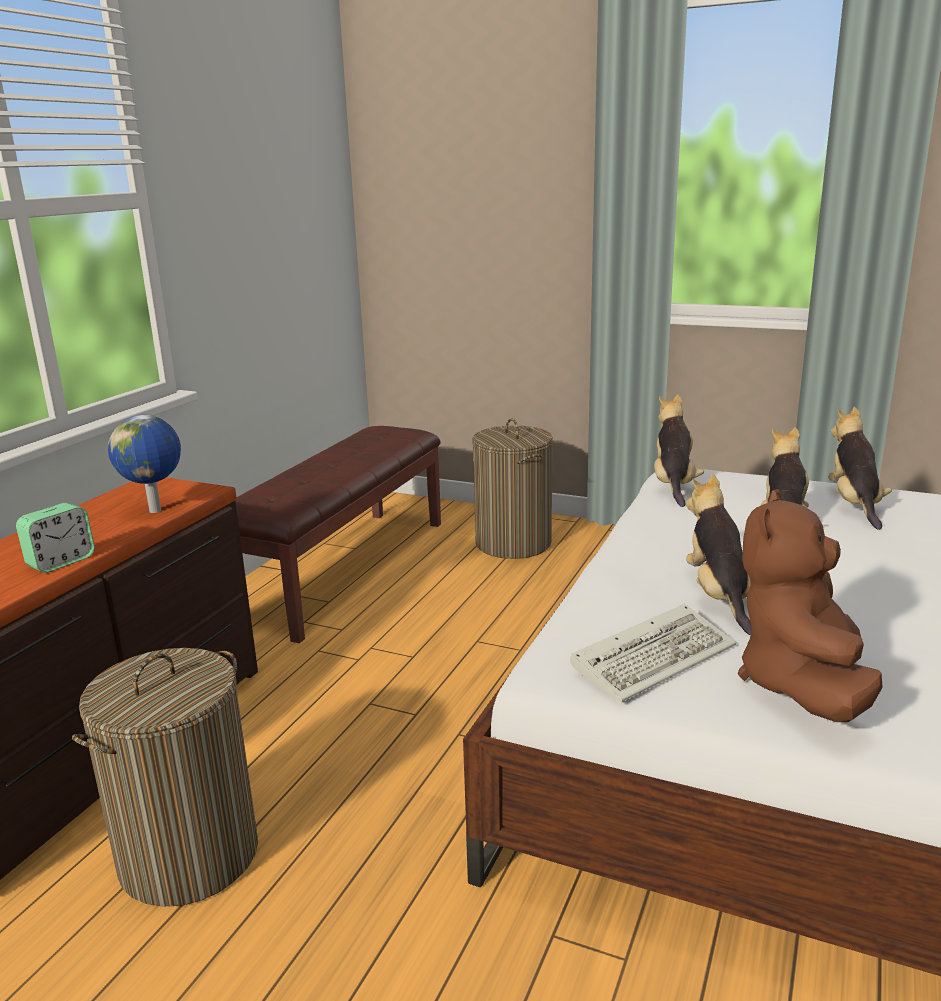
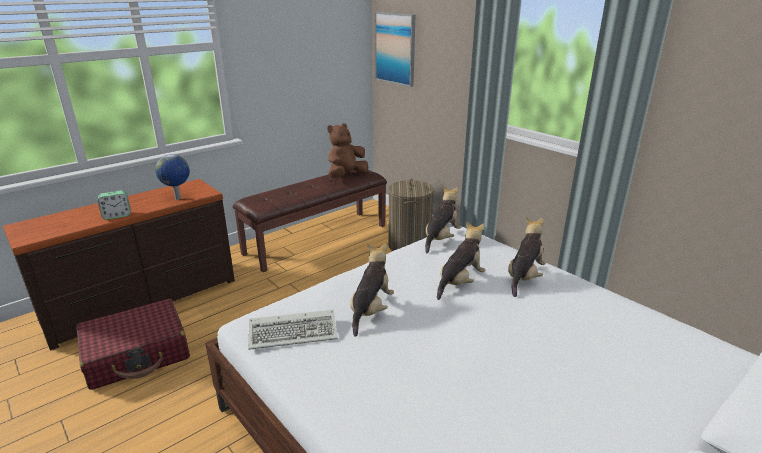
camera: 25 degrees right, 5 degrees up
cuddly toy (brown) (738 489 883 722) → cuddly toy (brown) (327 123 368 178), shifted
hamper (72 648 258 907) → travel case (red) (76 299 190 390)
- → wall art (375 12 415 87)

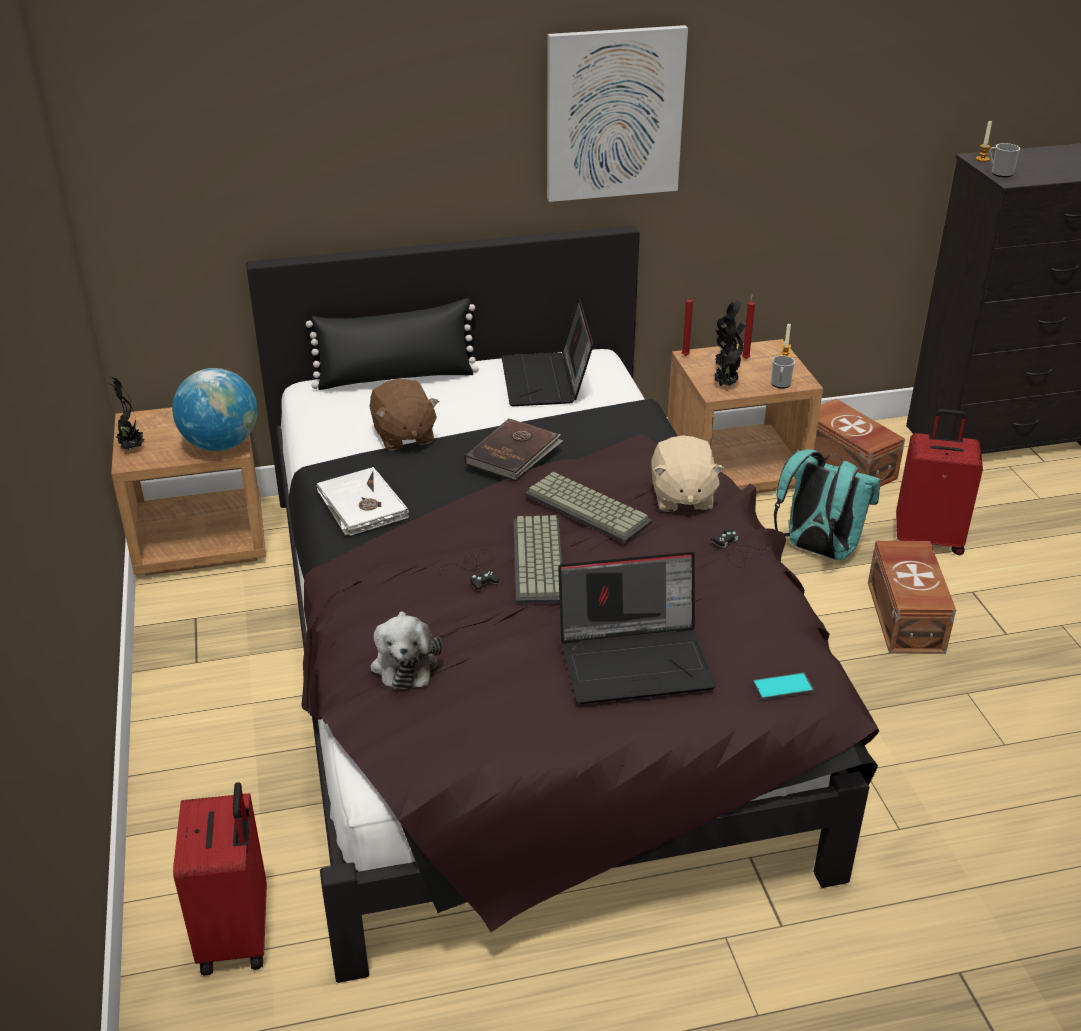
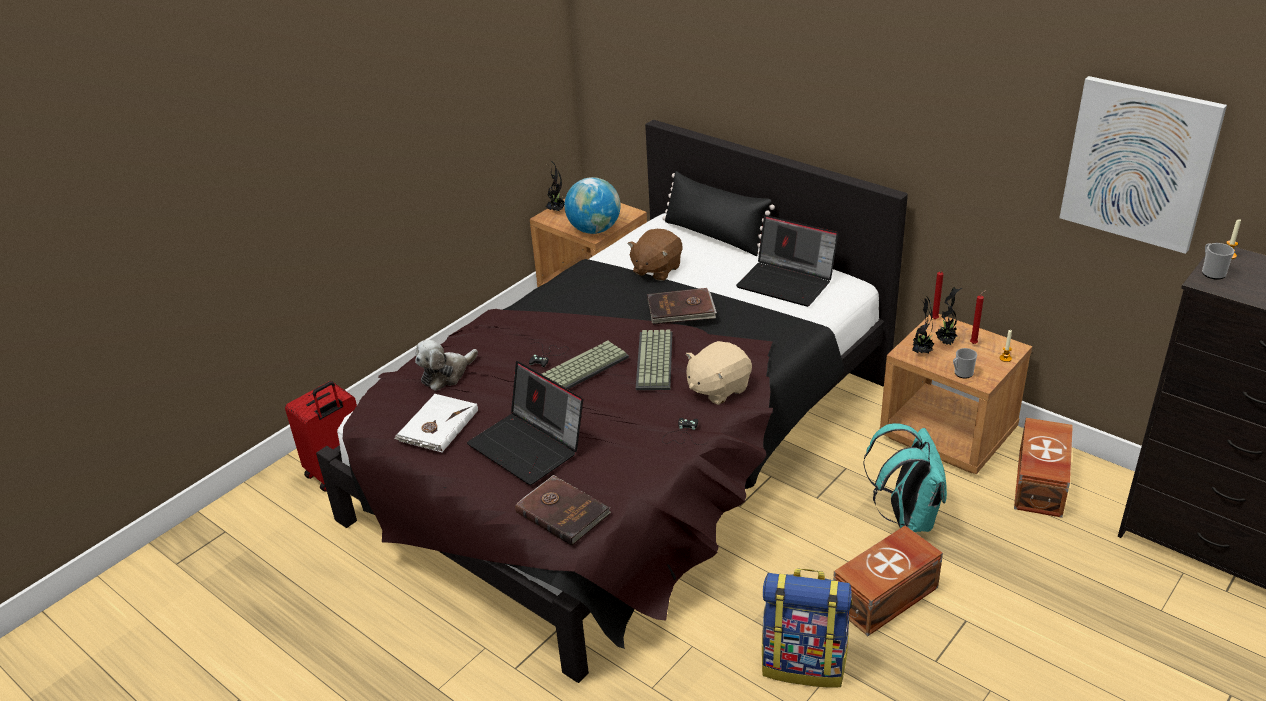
camera: 55 degrees right, 0 degrees up
wall art (547 25 688 202) → wall art (1059 76 1227 254), shifted
portable computer (501 298 594 406) → portable computer (736 215 838 307), 105 degrees counterclockwise
travel case (red) (896 409 983 555) → -
book (white) (316 467 409 536) → book (white) (394 394 478 453), shifted
handset (753 673 814 700) → book (brown) (515 475 611 546)
- → rucksack (762 568 852 688)

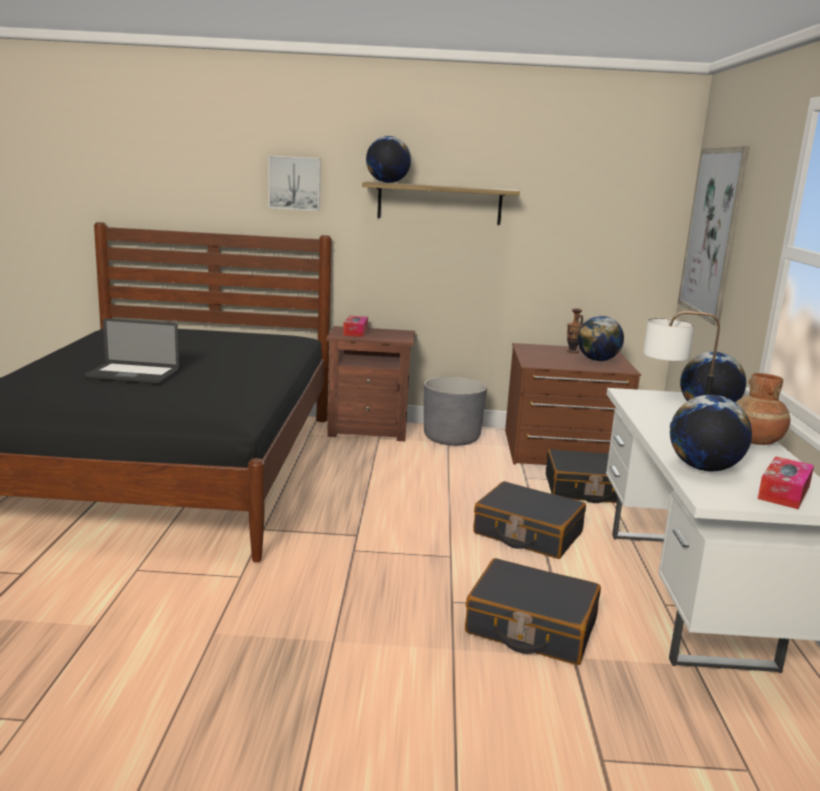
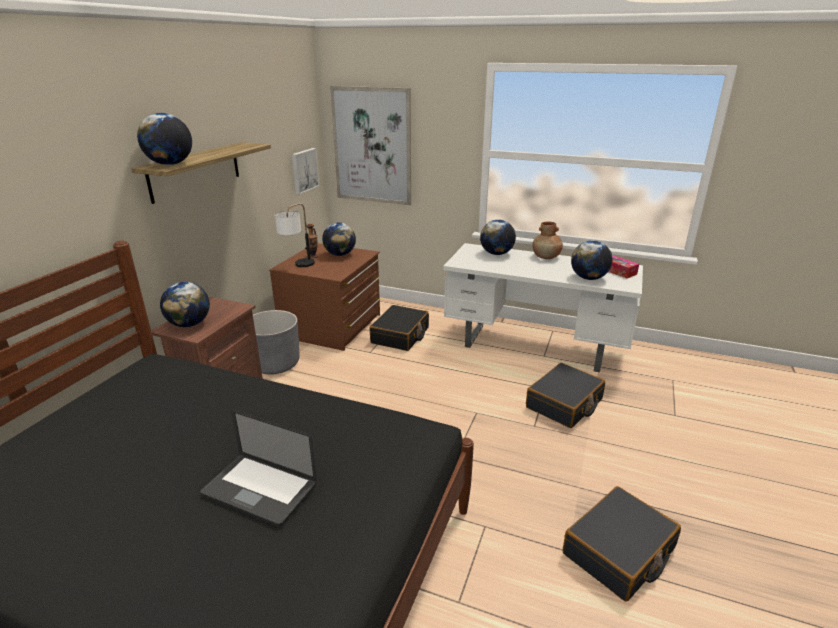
camera: 70 degrees left, 10 degrees up
wall art (269 155 321 211) → wall art (291 148 320 194), shifted
table lamp (643 311 720 426) → table lamp (275 203 315 267), shifted
tissue box (343 316 368 337) → desk globe (160 282 210 327)
portable computer (85 318 179 384) → portable computer (200 410 317 526), 90 degrees clockwise
travel case (blackish) (473 481 586 559) → travel case (blackish) (563 486 681 602), shifted

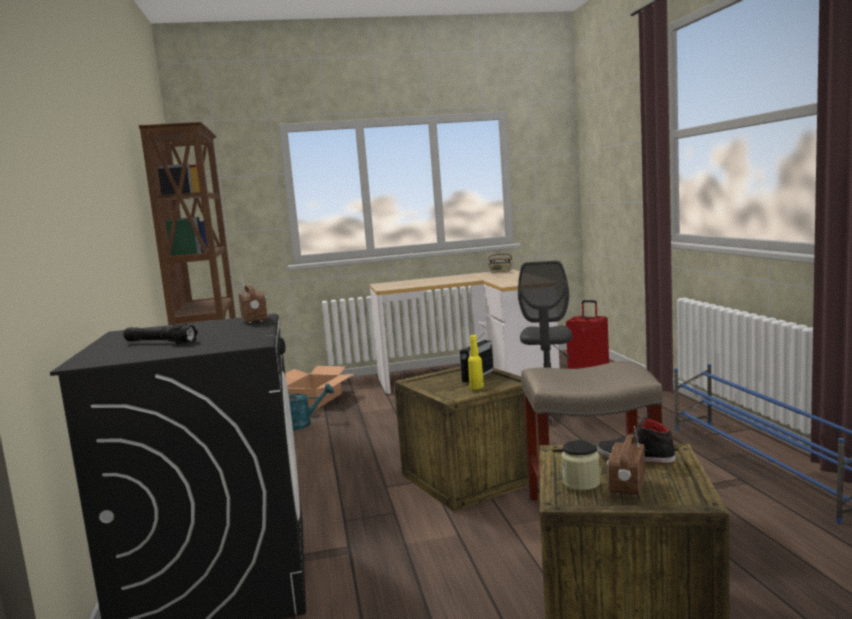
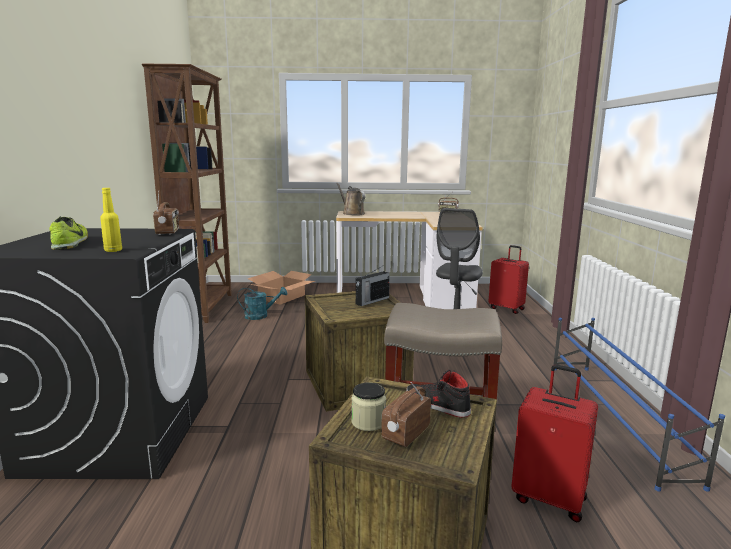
camera: 10 degrees right, 5 degrees up
flashlight (blackish) (124 324 198 344) → item of footwear (49 217 88 250)
drink bottle (yellowish) (468 335 484 389) → drink bottle (yellowish) (100 188 122 252), shifted
- → watering pot (brown) (336 183 365 215)
- → travel case (red) (511 364 598 522)

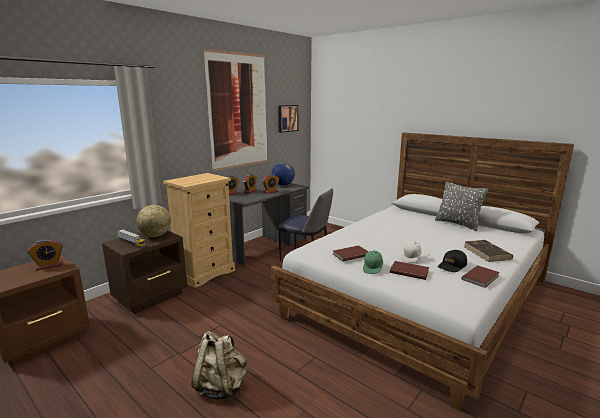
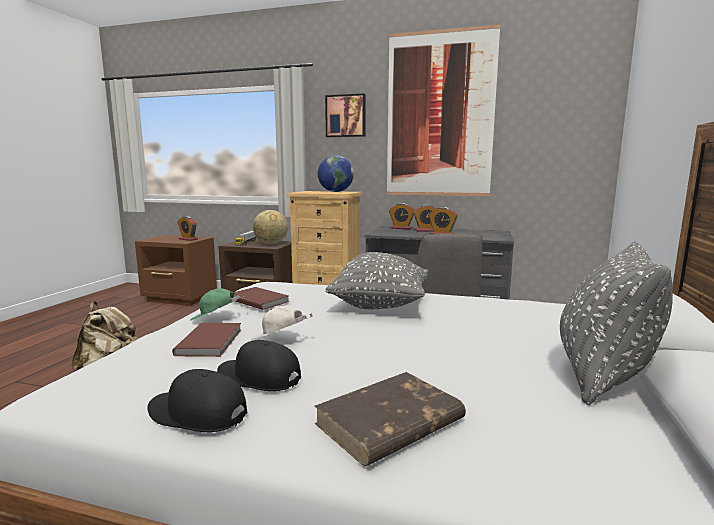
camera: 65 degrees right, 5 degrees down
wall art (278 105 298 133) → wall art (325 93 366 137), shifted
desk globe (271 162 295 186) → desk globe (318 155 354 192), shifted
book (brown) (461 265 500 288) → peaked cap (blackish) (147 369 247 432)
- → pillow (greyish) (325 252 428 309)

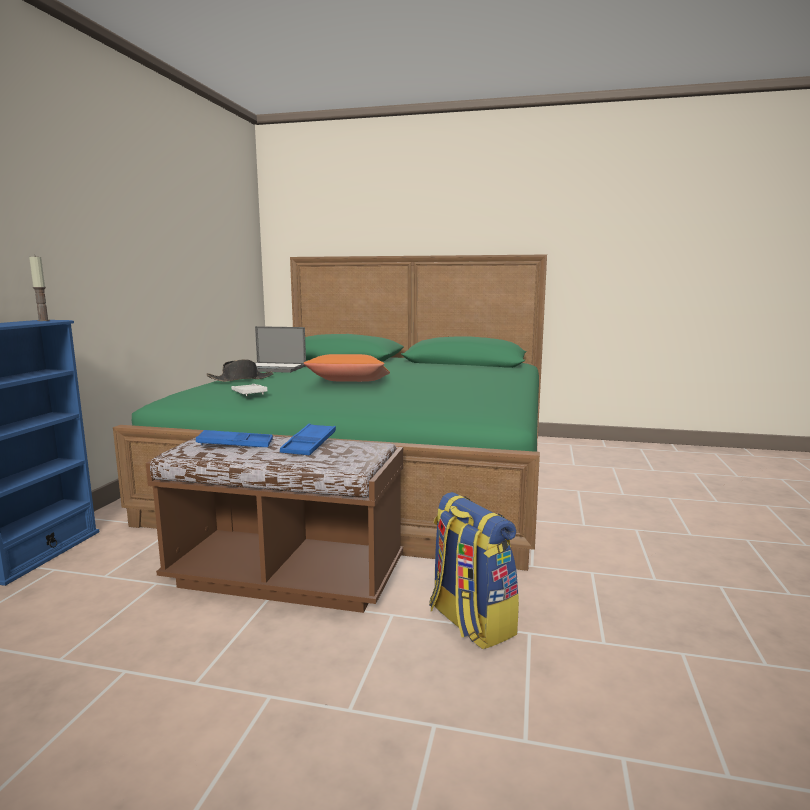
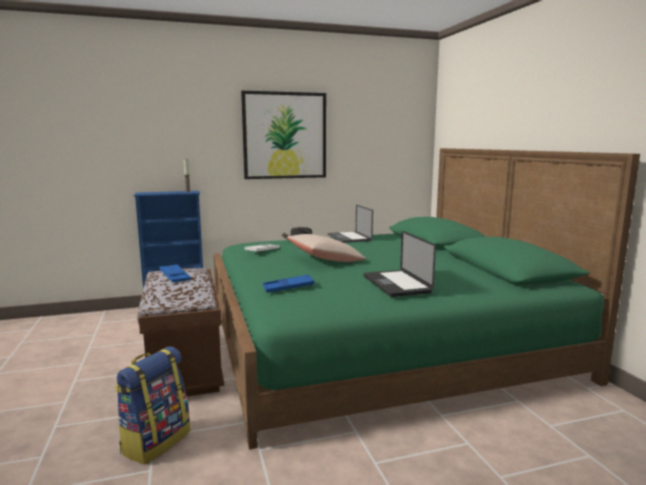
camera: 60 degrees right, 0 degrees up
pillow (orange-coloured) (304 354 390 382) → pillow (sand-coloured) (287 234 366 262)
serving tray (bluish) (280 424 336 455) → serving tray (bluish) (263 275 314 293), shifted
- → wall art (241 91 326 179)
- → portable computer (363 231 436 297)

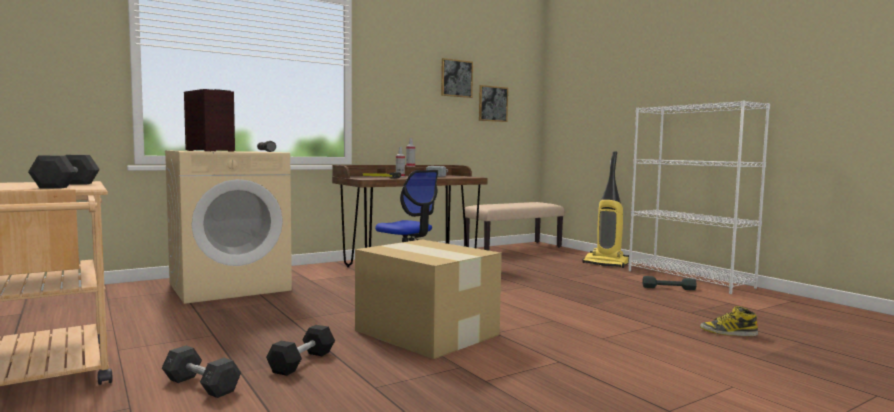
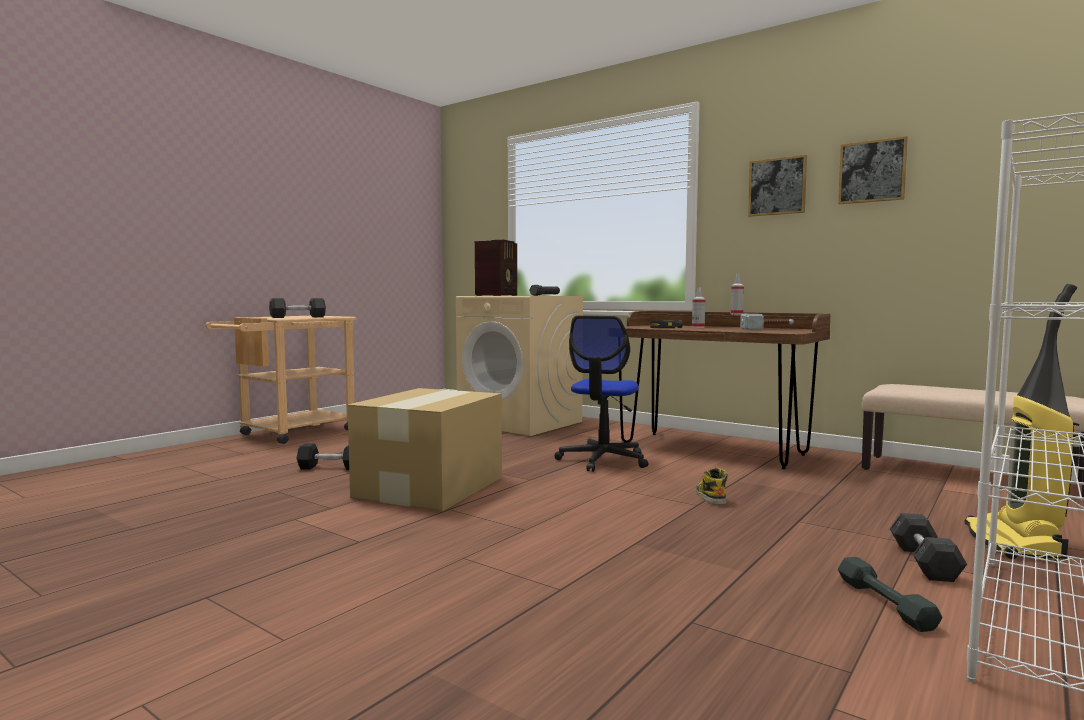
camera: 70 degrees right, 0 degrees up
wall art (479 85 508 122) → wall art (748 155 807 217), shifted
high-top boot (700 306 758 336) → high-top boot (696 468 728 505), shifted
hand weight (greyish) (162 346 241 398) → hand weight (greyish) (890 513 967 582), shifted

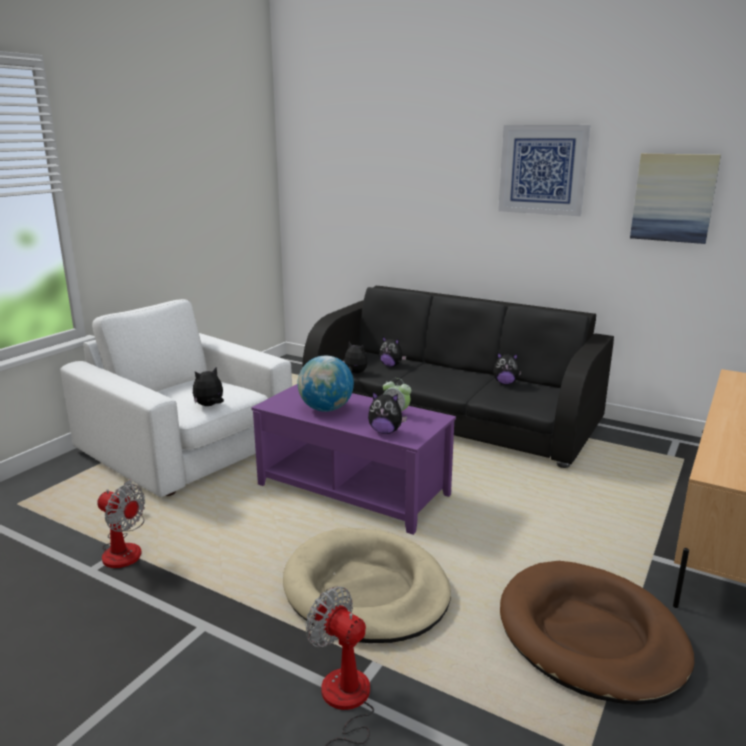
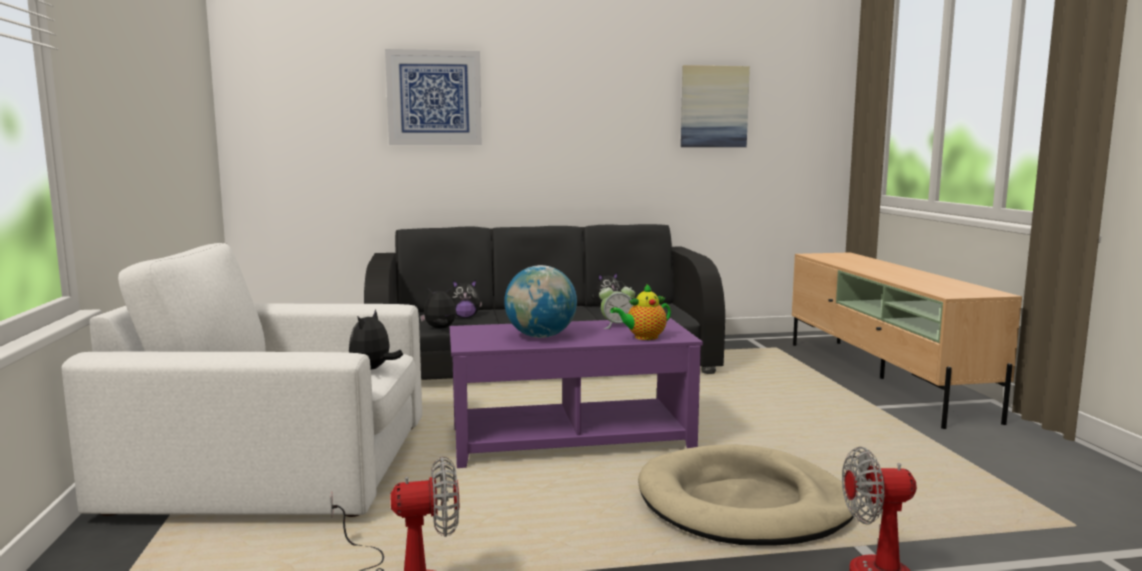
camera: 40 degrees left, 10 degrees down
wall art (498 125 590 216) → wall art (385 49 482 145), shifted
cuddly toy (368 391 407 434) → pot for tea (610 283 671 340)
dog bed (brown) (500 561 694 704) → -

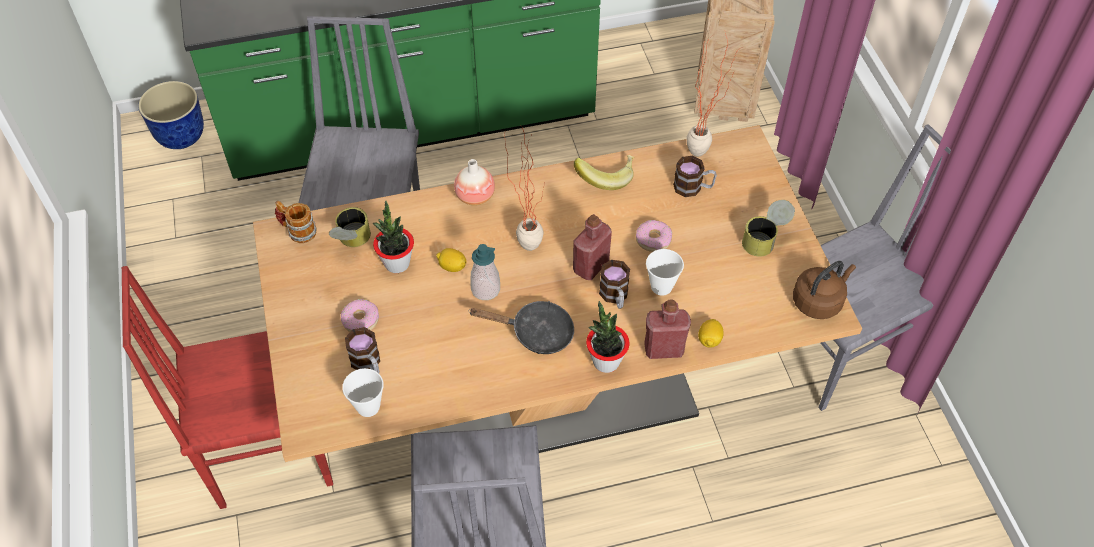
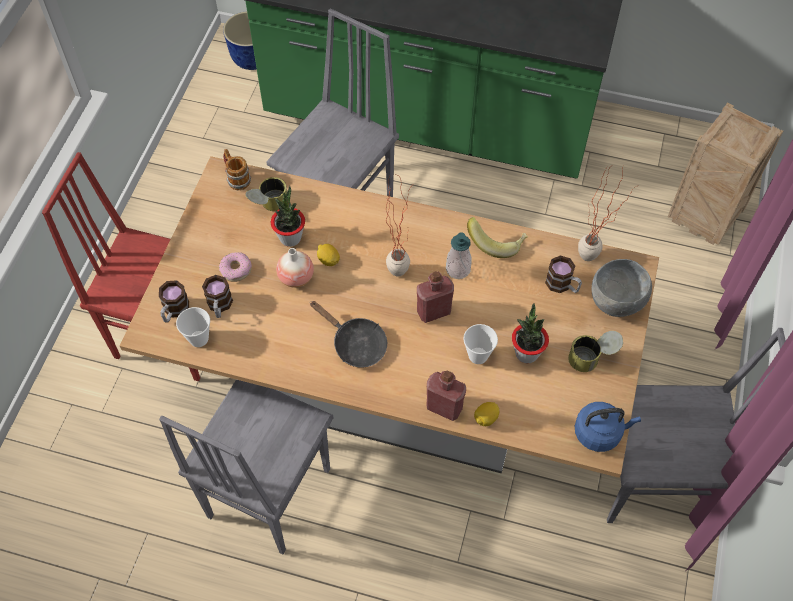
camera: 30 degrees right, 5 degrees up
decorative vase (454 159 495 206) → decorative vase (276 248 314 288), shifted
ring doughnut (636 220 672 252) → -
soap dispenser (470 244 500 300) → soap dispenser (446 232 472 279), shifted
coffee mug (599 260 630 309) → coffee mug (159 280 189 323), shifted
water kettle (brown) (793 261 856 319) → water kettle (bluish) (575 402 641 452)
potted plant (586 301 629 373) → potted plant (512 303 549 363), shifted
- → deep dish (greyish) (592 259 652 317)

